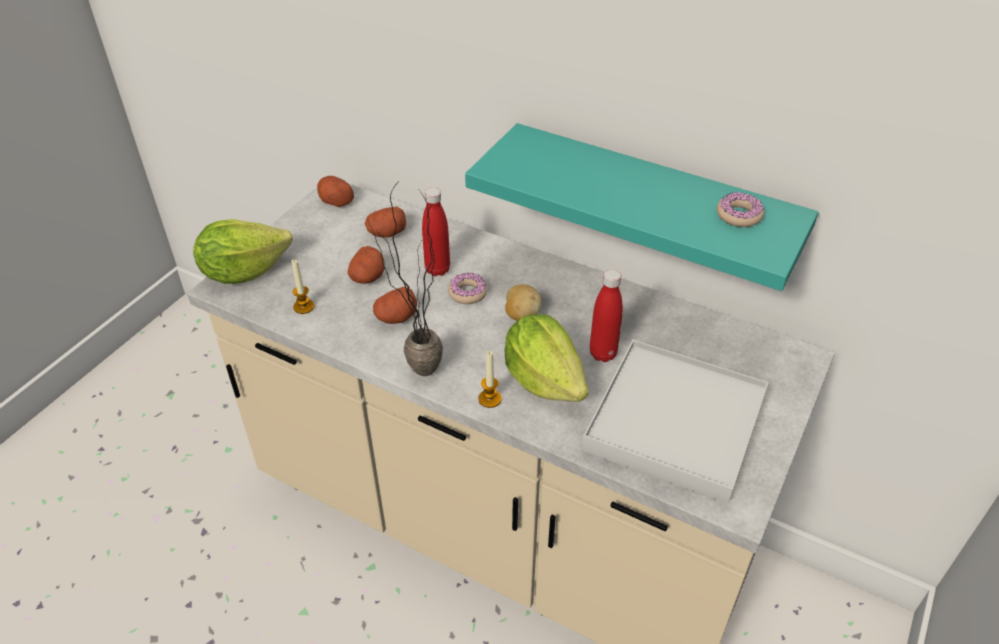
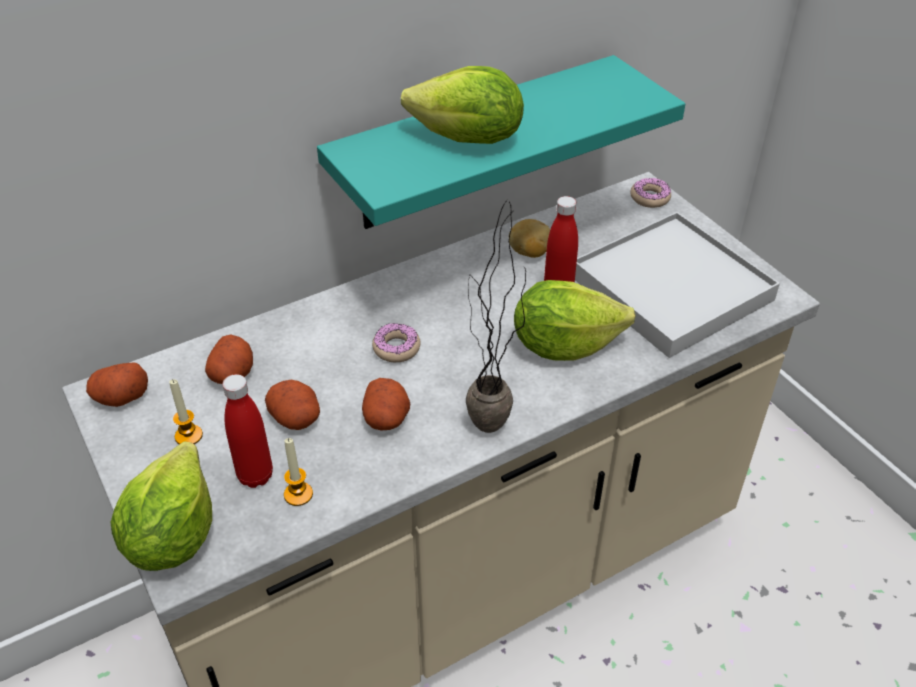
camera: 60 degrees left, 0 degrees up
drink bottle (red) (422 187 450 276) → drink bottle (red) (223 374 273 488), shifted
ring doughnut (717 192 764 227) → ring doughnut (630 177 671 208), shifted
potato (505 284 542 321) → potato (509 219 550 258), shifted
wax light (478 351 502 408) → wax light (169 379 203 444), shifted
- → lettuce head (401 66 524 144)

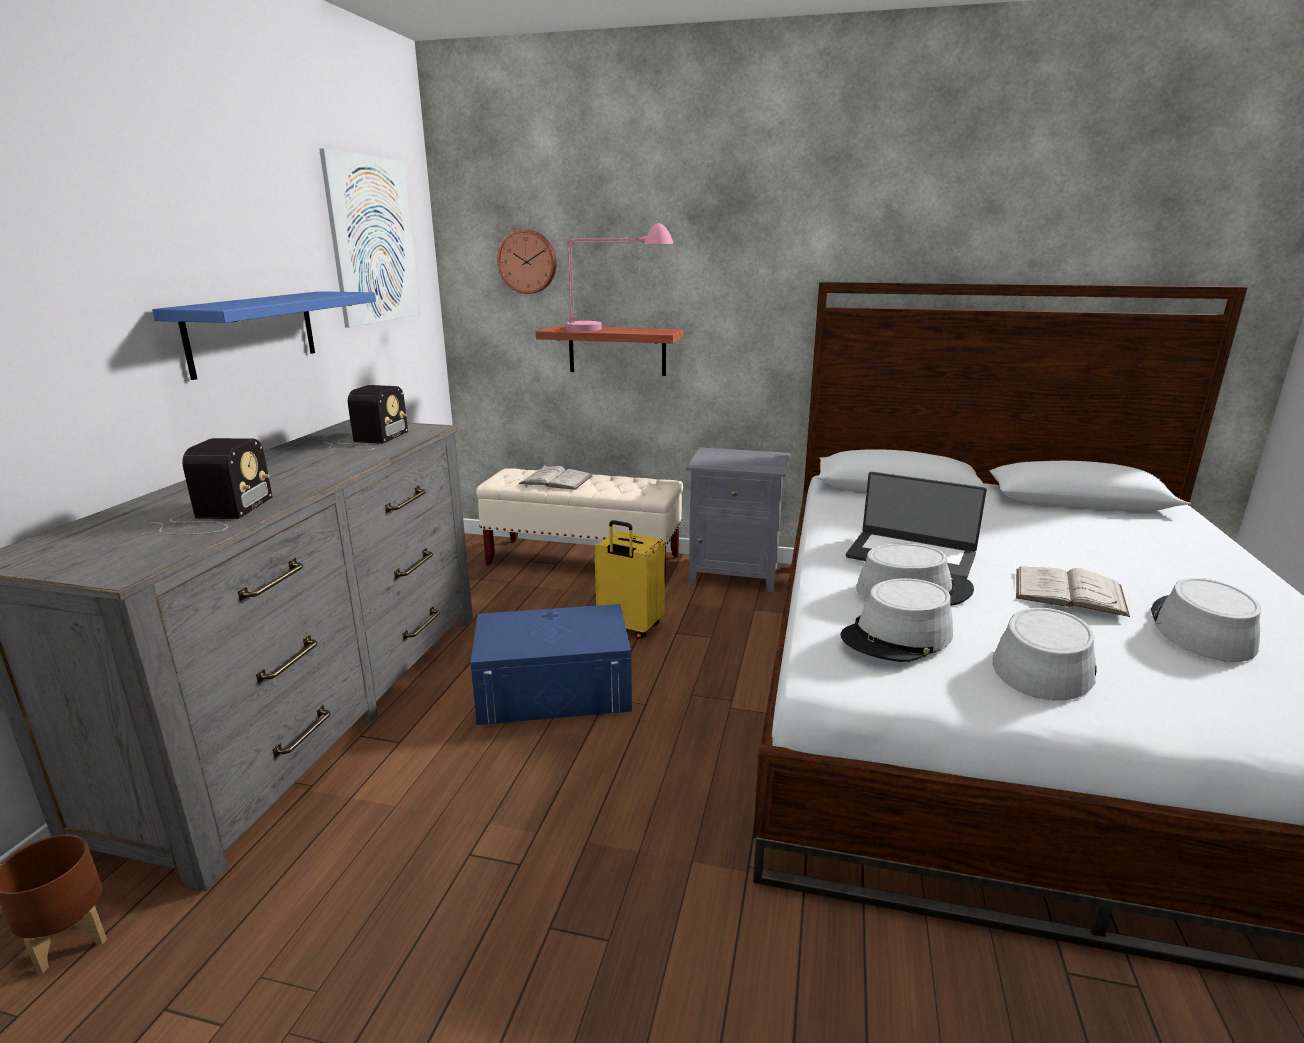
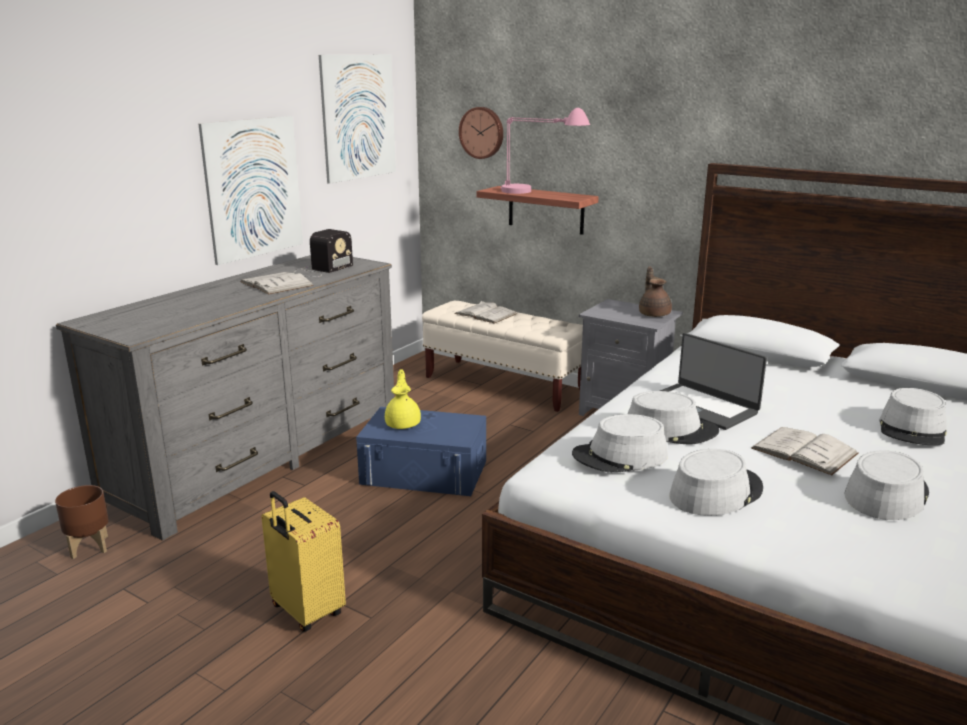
camera: 20 degrees right, 0 degrees up
bracket shelf (bluish) (152 291 376 380) → wall art (198 116 303 265)
radio (150 438 272 535) → -
travel case (yellowish) (594 520 665 639) → travel case (yellowish) (261 491 346 632), shifted
- → pot for tea (brown) (639 267 672 317)
- → book (white) (240 272 314 295)
- → pot for tea (yellowish) (385 369 421 429)
- → clothing hat (greyish) (879 388 947 445)

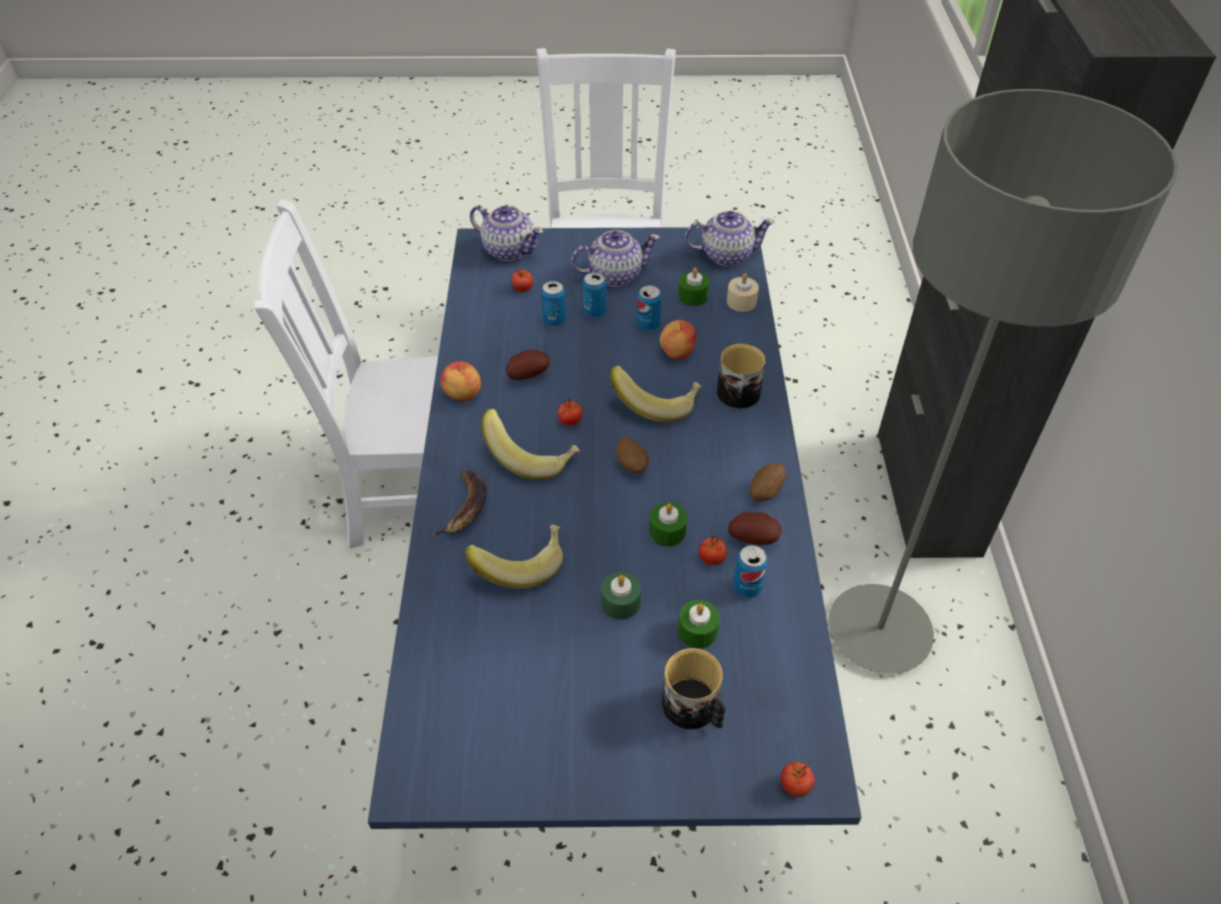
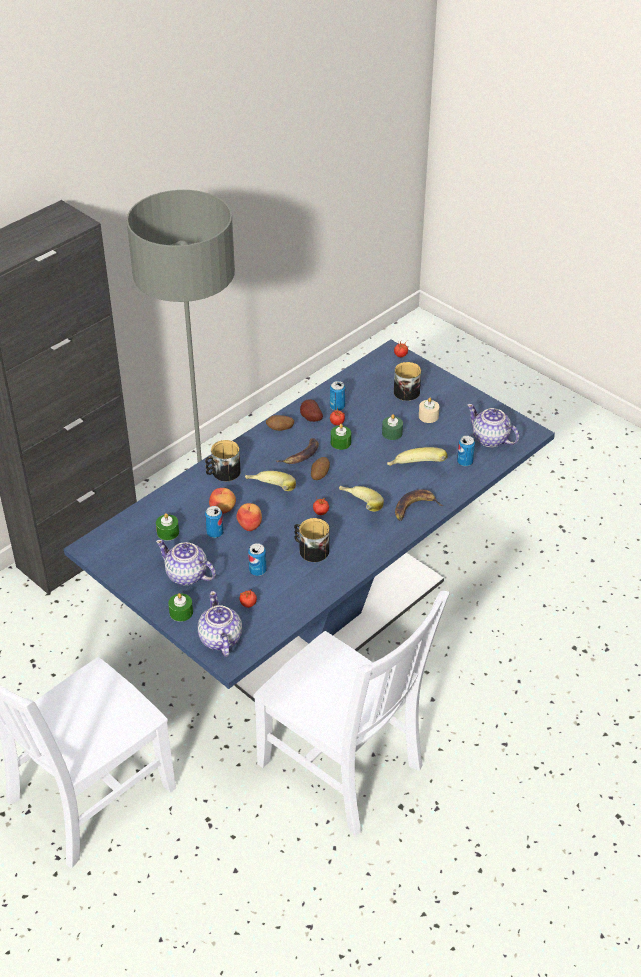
camera: 135 degrees left, 5 degrees down
pot for tea (685 211 775 266) → pot for tea (467 404 519 447), shifted
can (583 272 606 318) → can (457 436 475 466), shifted
wax light (sand-coloured) (727 273 759 312) → wax light (sand-coloured) (419 398 440 423), shifted
potato (506 350 550 380) → coffee mug (294 518 329 562)
apple fruit (440 361 481 401) → apple fruit (236 503 262 531), shifted
wax light (green) (678 600 720 649) → wax light (green) (168 593 193 622), shifted
- → banana (276 438 319 464)

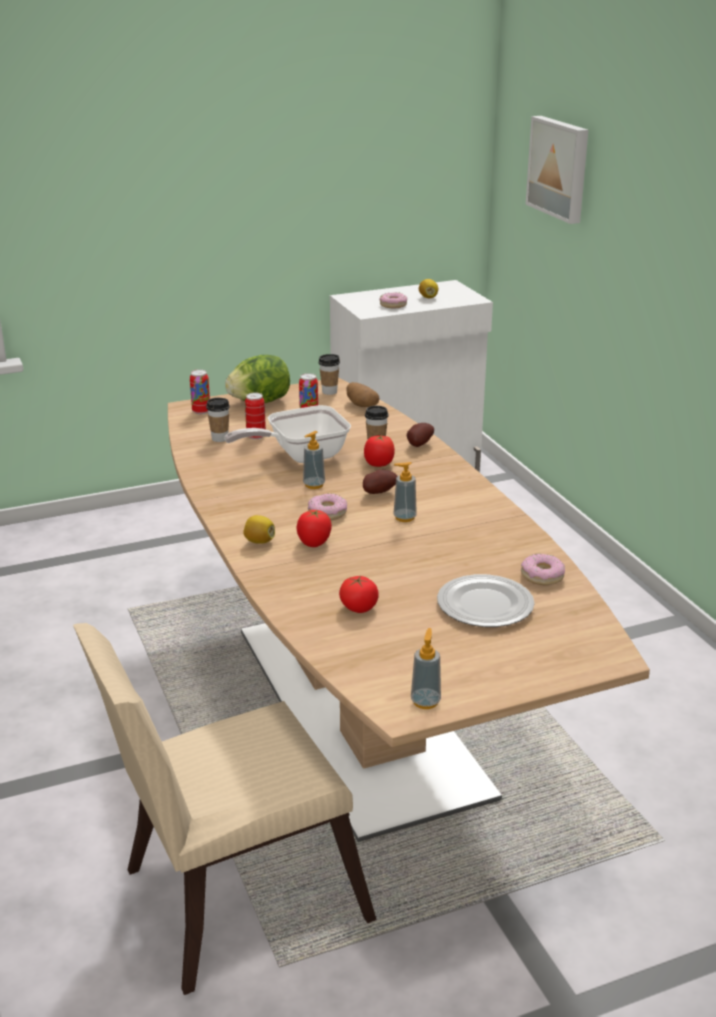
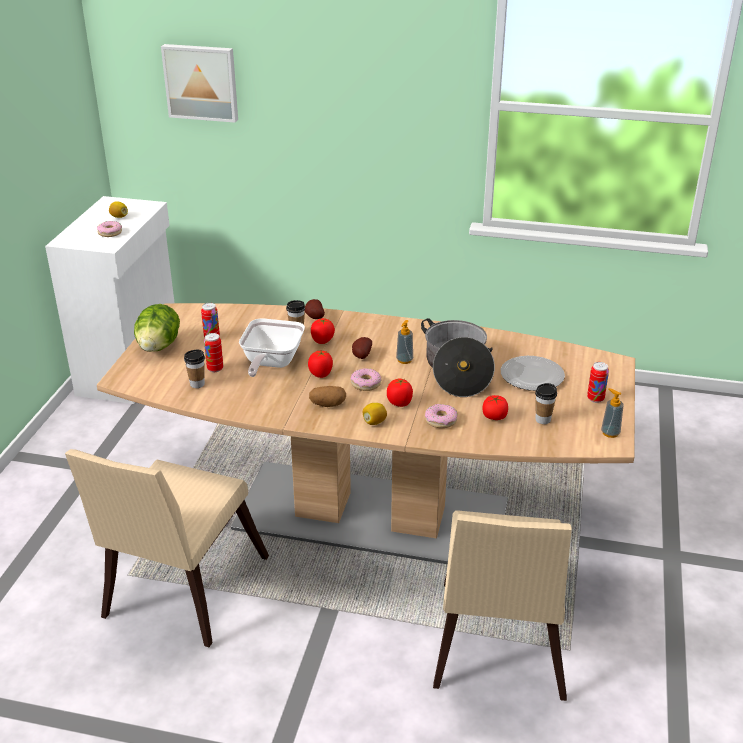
camera: 55 degrees left, 5 degrees up
cup (319 354 340 395) → cup (535 383 557 424), shifted
can (190 369 210 415) → can (587 362 609 403), shifted
potato (347 382 380 407) → potato (309 386 346 407), shifted
soap dispenser (303 431 325 489) → whole tomato (308 351 333 378)
ring doughnut (521 554 565 585) → ring doughnut (425 404 457 428), shifted
- → stockpot (421 318 495 397)
- → upright chair (sand-coloured) (65 449 269 647)

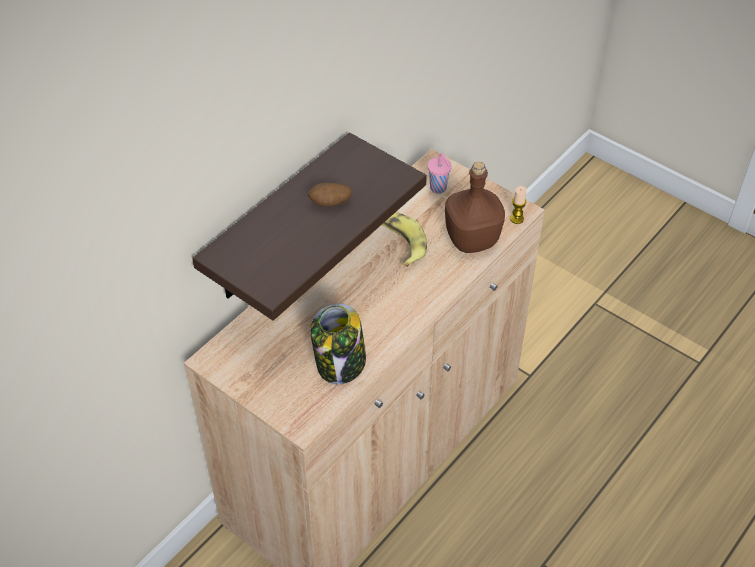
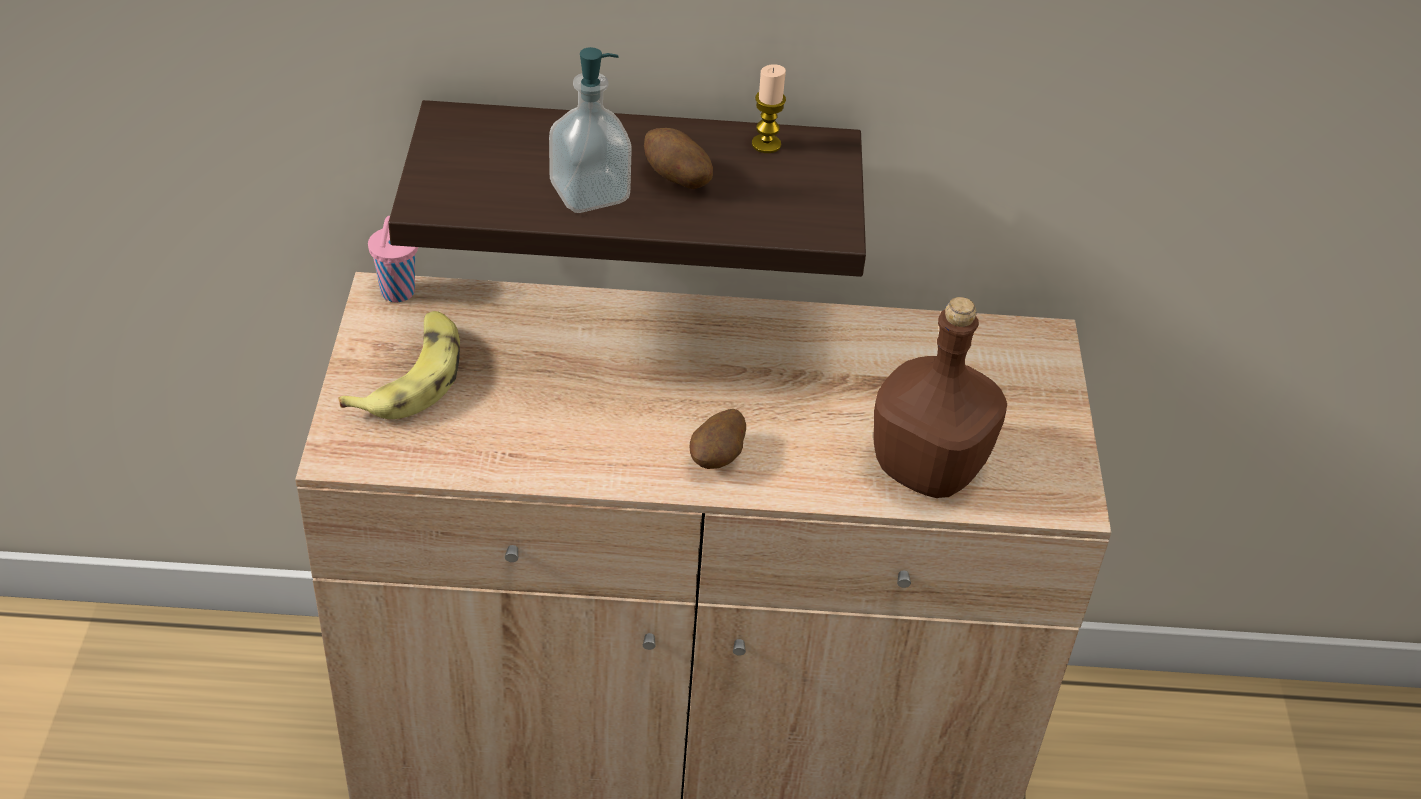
camera: 50 degrees right, 5 degrees down
cup (pinkish) (428 153 452 194) → cup (pinkish) (368 216 418 302), shifted
wax light (510 186 527 224) → wax light (752 64 786 153), shifted
banana (382 212 427 267) → banana (338 311 460 419), shifted
jar (310 303 366 384) → -
- → soap dispenser (549 47 632 213)
- → potato (690 409 746 469)

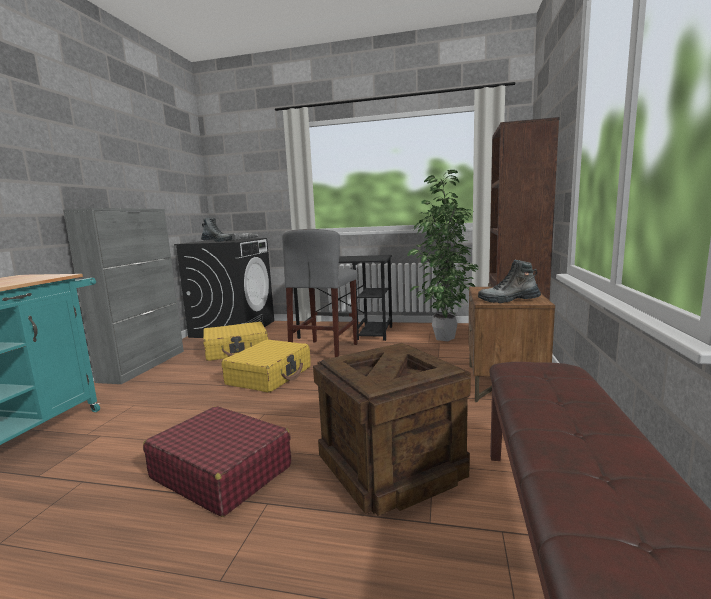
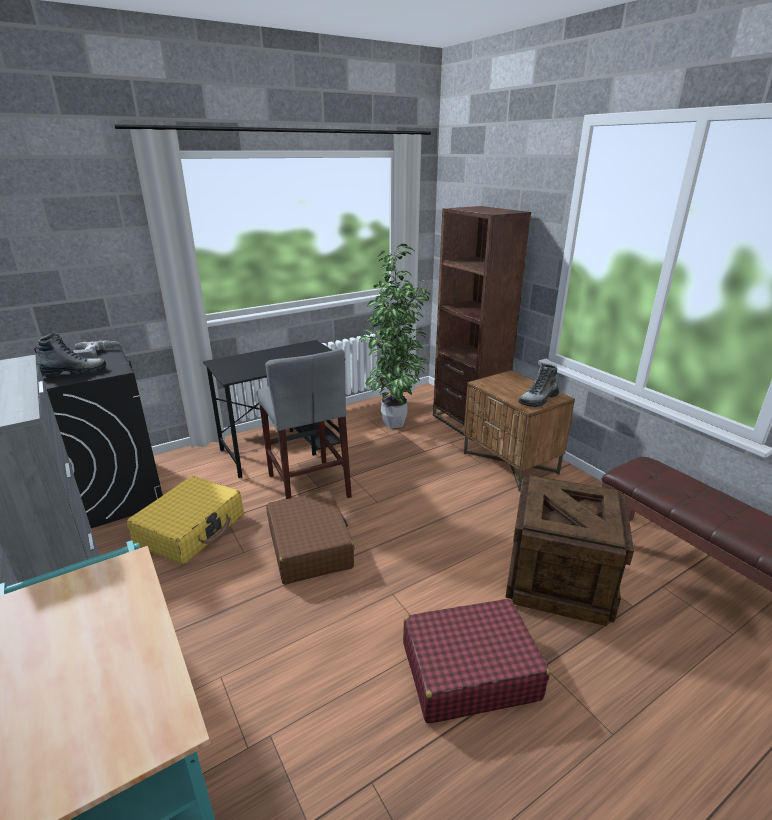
camera: 45 degrees left, 15 degrees up
travel case (yellowish) (222 339 311 393) → travel case (brown) (267 491 355 584)

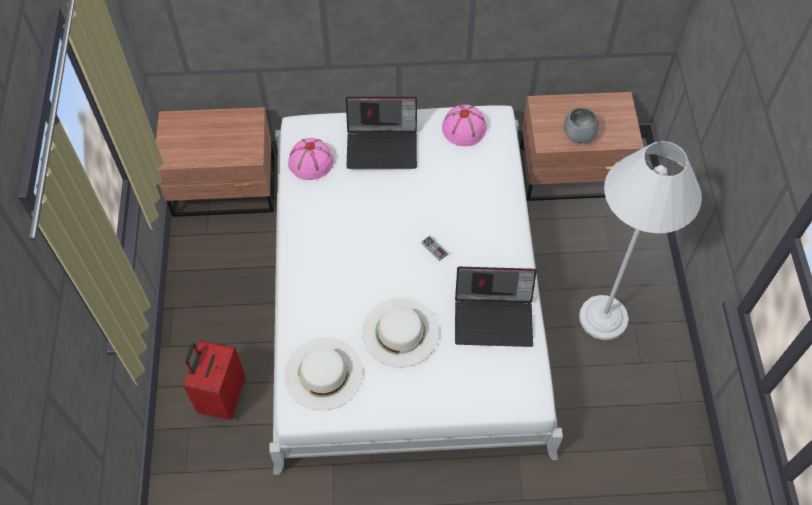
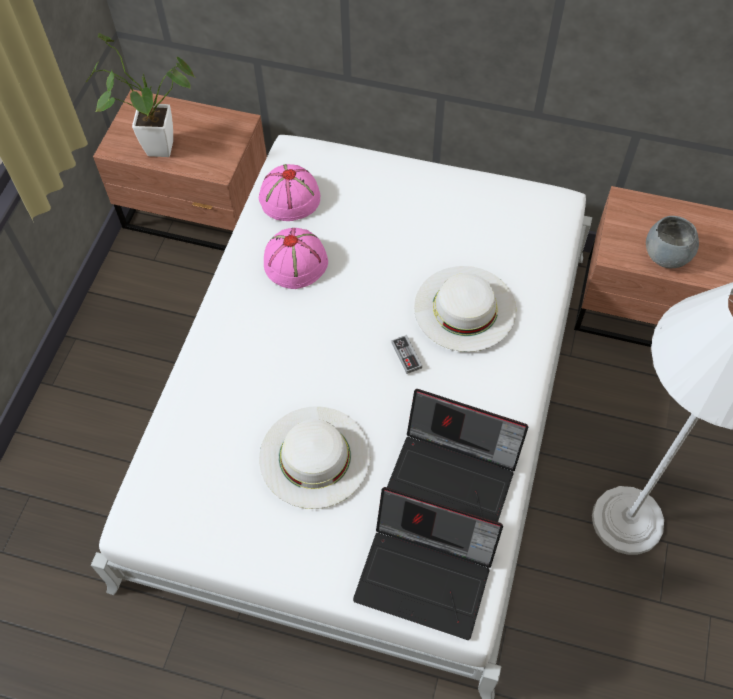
camera: 20 degrees right, 0 degrees up
portable computer (346 97 417 169) → portable computer (353 487 503 640), shifted
clothing hat (pinkish) (442 104 487 146) → clothing hat (pinkish) (264 228 328 289), shifted
clothing hat (white) (284 338 363 410) → clothing hat (white) (414 266 516 352), shifted
travel case (red) (184 340 245 420) → -
- → potted plant (86 33 194 157)

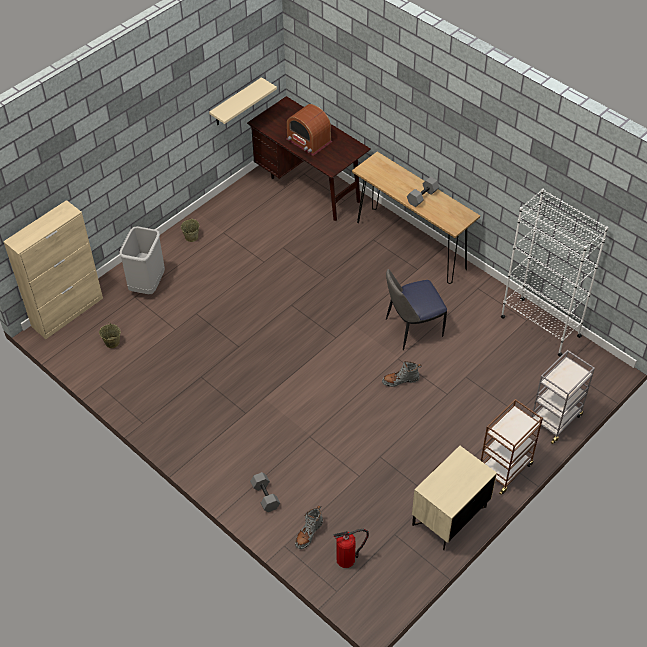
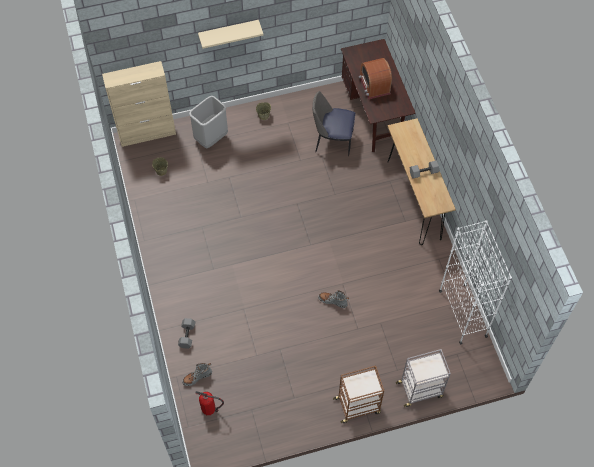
camera: 30 degrees right, 10 degrees up
bracket shelf (sand-coloured) (209 77 277 125) → bracket shelf (sand-coloured) (198 20 263 49), shifted
upright chair (386 269 447 350) → upright chair (312 91 355 156), shifted
nightstand (sand-coloured) (412 446 497 550) → -

